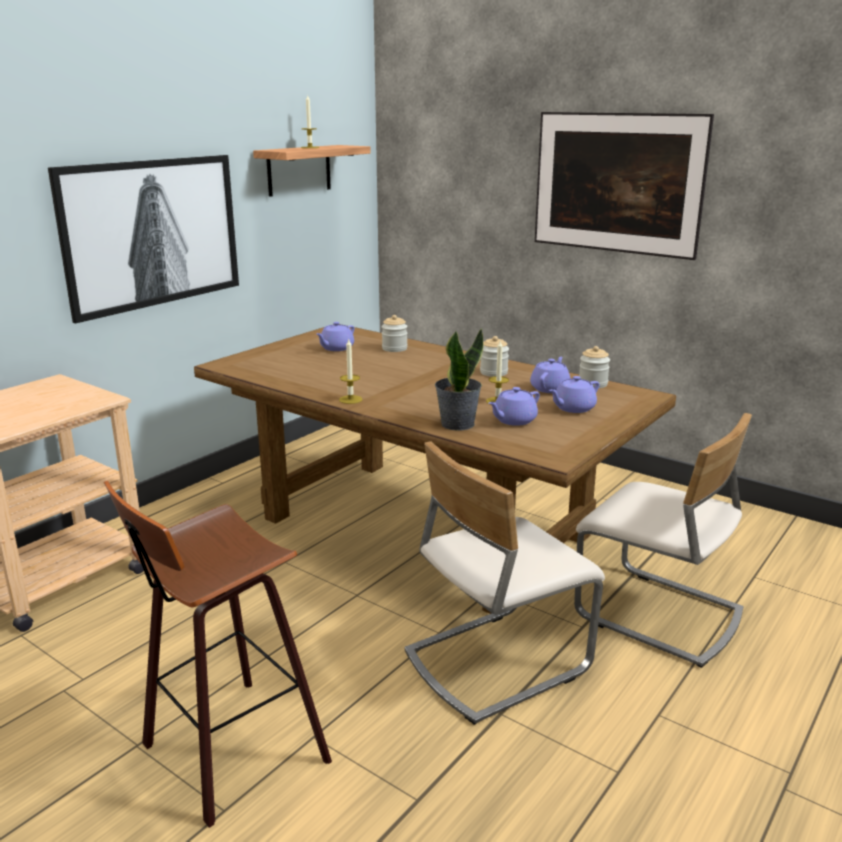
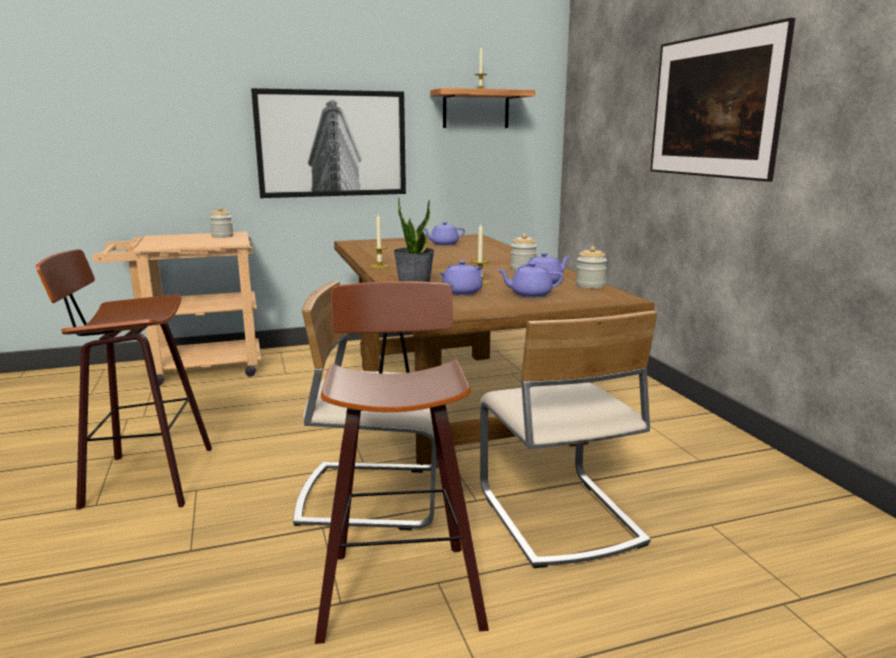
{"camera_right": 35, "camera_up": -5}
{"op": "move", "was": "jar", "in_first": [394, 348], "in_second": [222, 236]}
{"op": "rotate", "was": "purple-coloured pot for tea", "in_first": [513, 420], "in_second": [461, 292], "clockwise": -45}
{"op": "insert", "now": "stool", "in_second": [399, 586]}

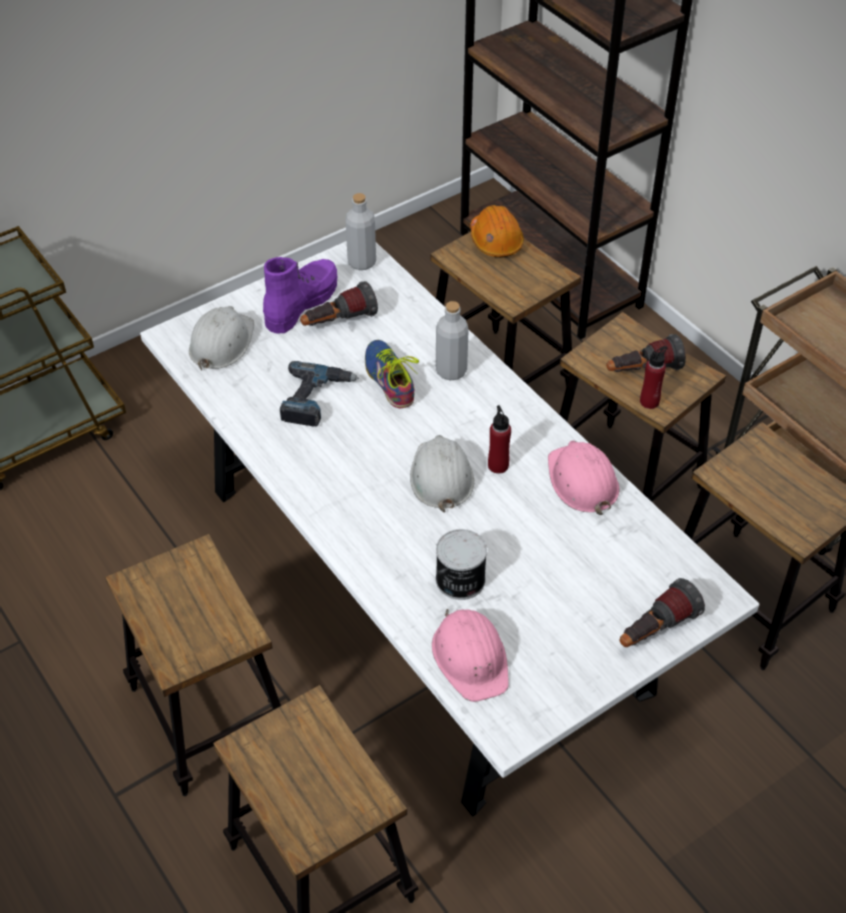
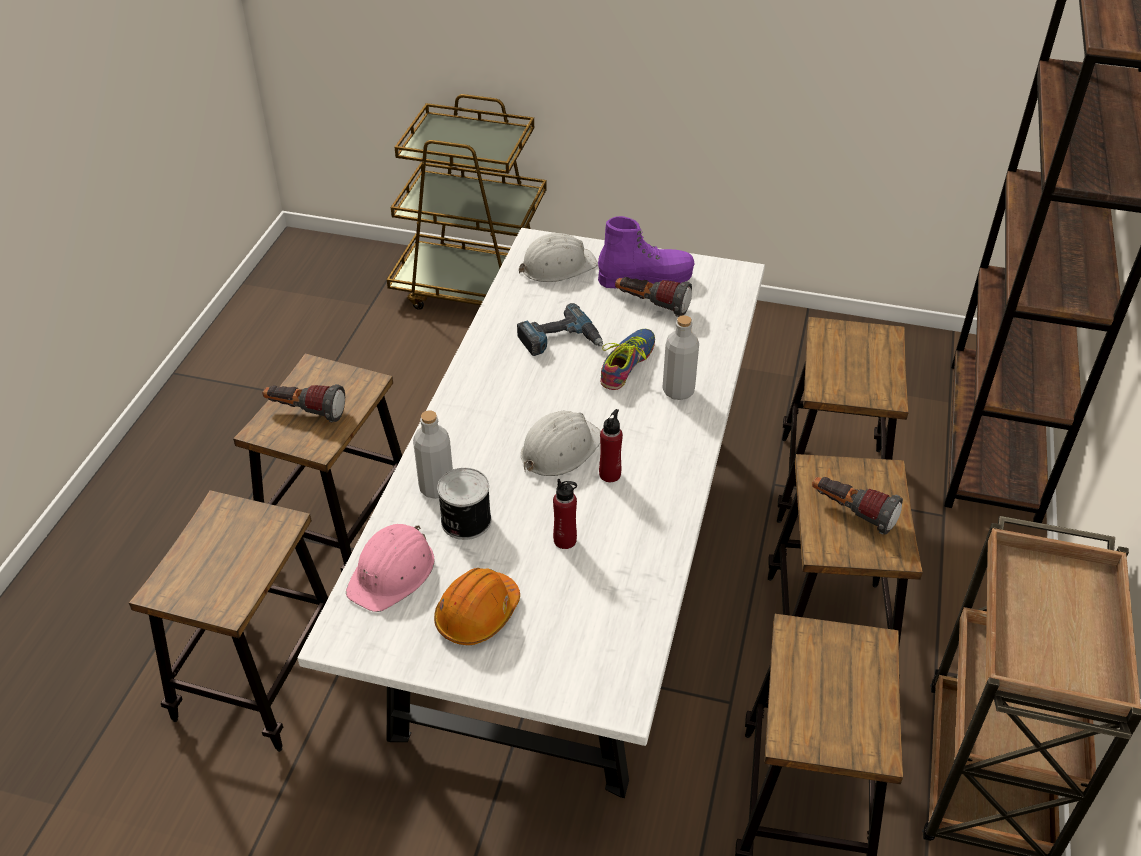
{"camera_right": 50, "camera_up": -5}
{"op": "move", "was": "gray bottle", "in_first": [362, 262], "in_second": [436, 488]}
{"op": "move", "was": "orangey hard hat", "in_first": [496, 241], "in_second": [477, 615]}
{"op": "delete", "was": "pink hard hat", "in_first": [582, 481]}
{"op": "move", "was": "flashlight", "in_first": [655, 630], "in_second": [305, 412]}
{"op": "move", "was": "reddish bottle", "in_first": [649, 401], "in_second": [565, 540]}

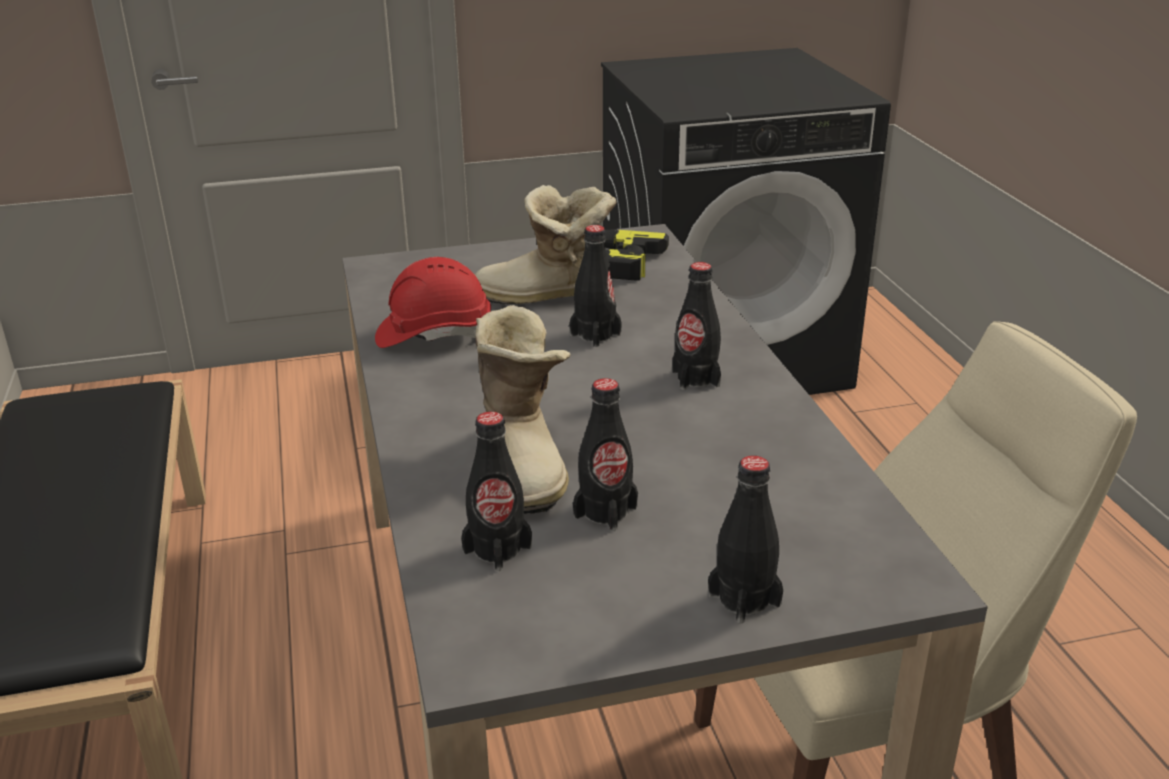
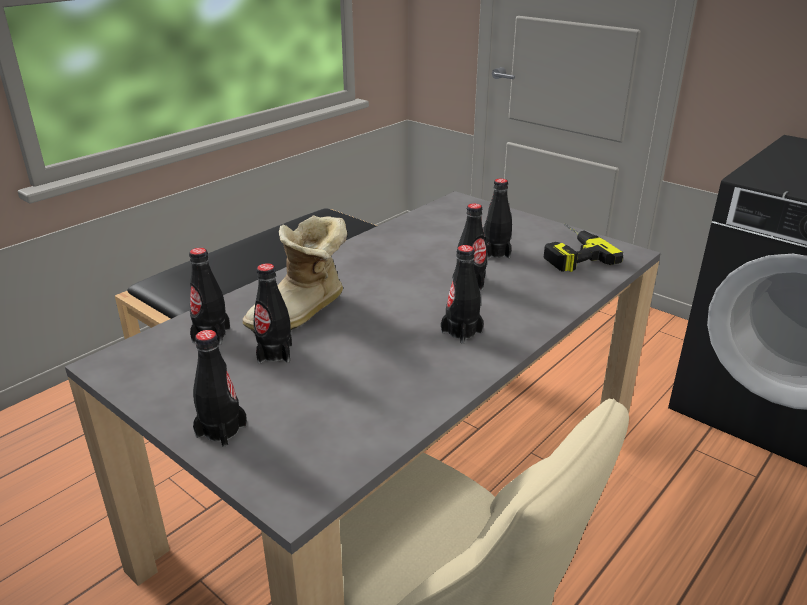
{"camera_right": 55, "camera_up": 0}
{"op": "delete", "was": "reddish hard hat", "in_first": [434, 334]}
{"op": "replace", "was": "tall boot", "now": "black-coloured bottle", "in_first": [546, 296], "in_second": [495, 253]}

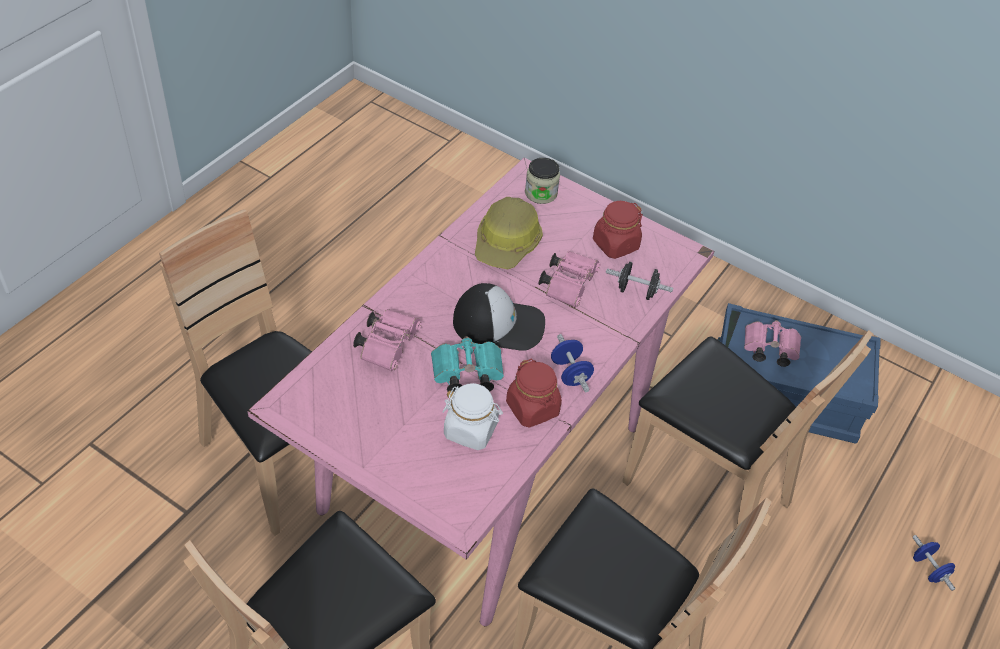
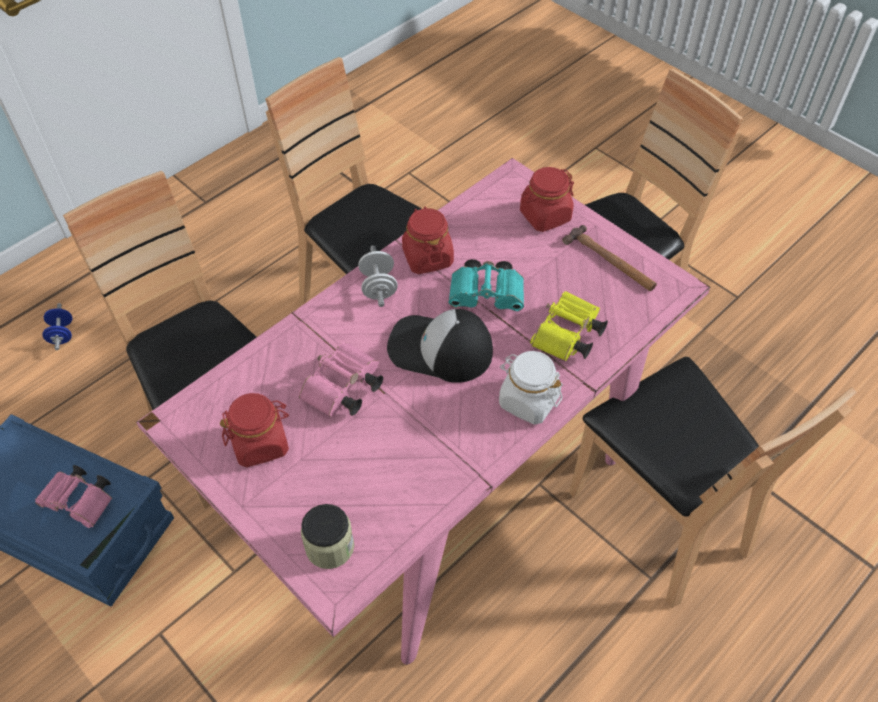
{"camera_right": -165, "camera_up": 5}
{"op": "recolor", "was": "pink binoculars", "now": "yellow-coloured binoculars", "in_first": [388, 345], "in_second": [567, 338]}
{"op": "move", "was": "white-coloured jar", "in_first": [471, 430], "in_second": [528, 401]}
{"op": "delete", "was": "hard hat", "in_first": [507, 244]}
{"op": "recolor", "was": "blue hand weight", "now": "white-coloured hand weight", "in_first": [570, 373], "in_second": [378, 287]}
{"op": "delete", "was": "black-coloured hand weight", "in_first": [636, 291]}
{"op": "insert", "now": "reddish jar", "in_second": [545, 216]}
{"op": "insert", "now": "hand hammer", "in_second": [610, 262]}

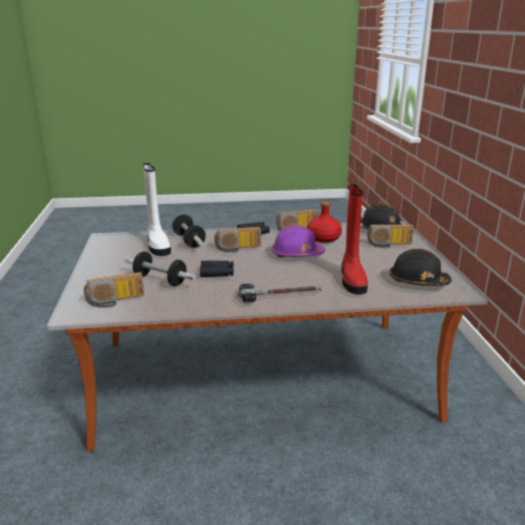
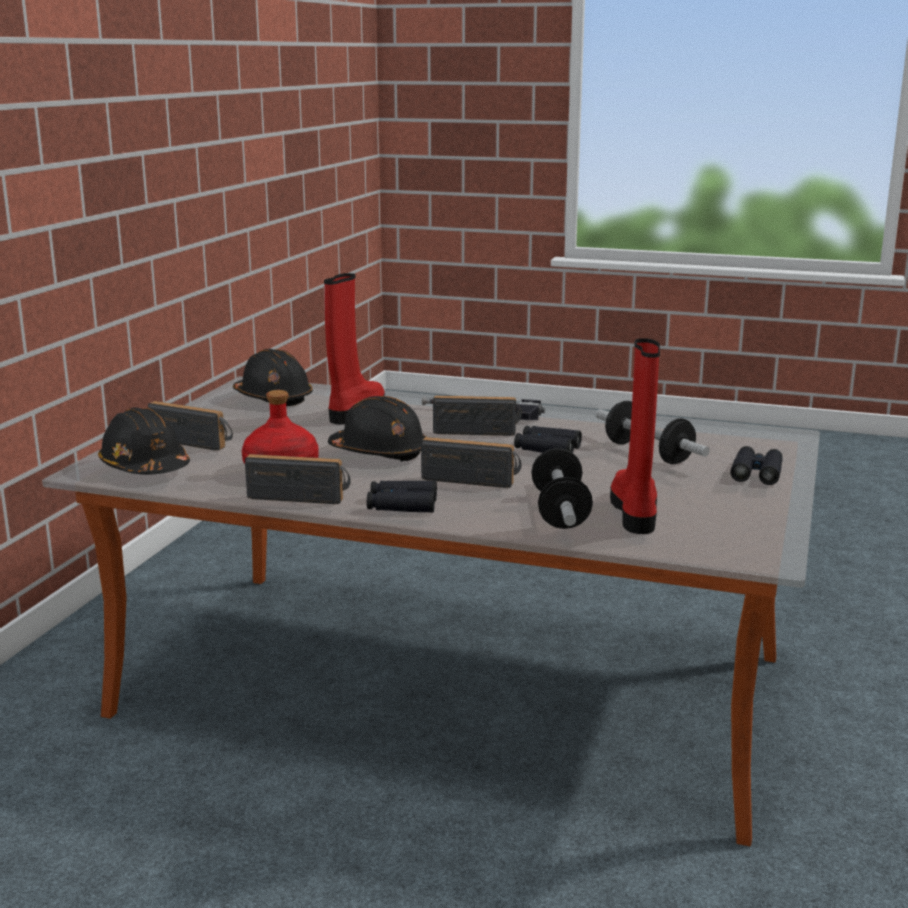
{"camera_right": -155, "camera_up": -5}
{"op": "move", "was": "radio", "in_first": [115, 301], "in_second": [477, 430]}
{"op": "recolor", "was": "white-coloured tall boot", "now": "reddish tall boot", "in_first": [157, 245], "in_second": [635, 512]}
{"op": "recolor", "was": "purple-coloured hard hat", "now": "black-coloured hard hat", "in_first": [297, 254], "in_second": [379, 452]}
{"op": "insert", "now": "black-coloured binoculars", "in_second": [756, 473]}

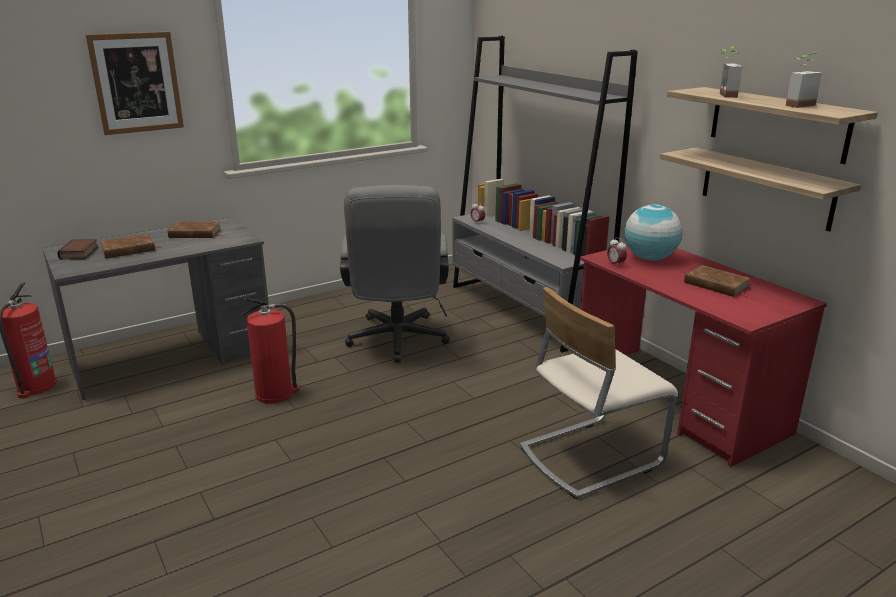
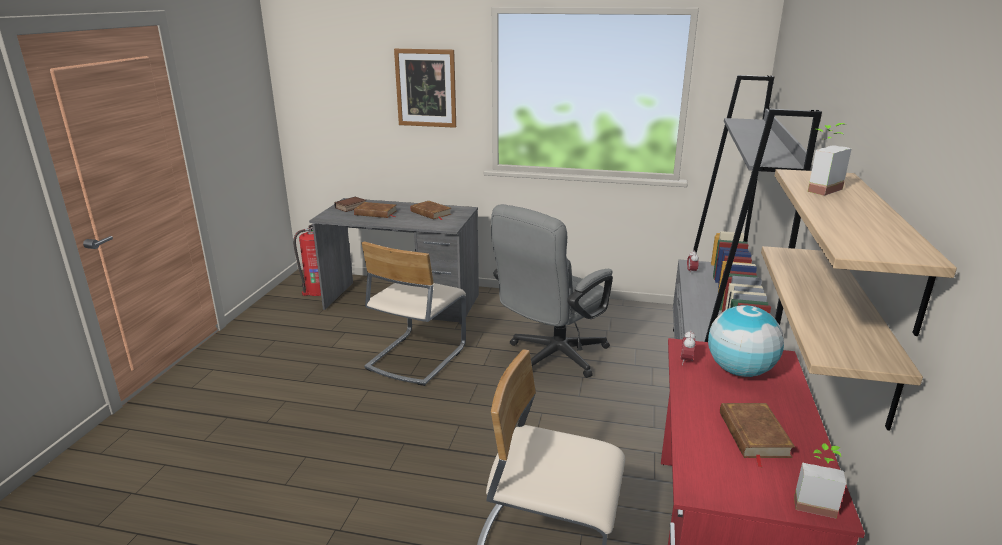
{"camera_right": 45, "camera_up": 0}
{"op": "replace", "was": "fire-fighting cylinder", "now": "sand-coloured upright chair", "in_first": [275, 394], "in_second": [415, 357]}
{"op": "move", "was": "potted plant", "in_first": [795, 105], "in_second": [814, 502]}

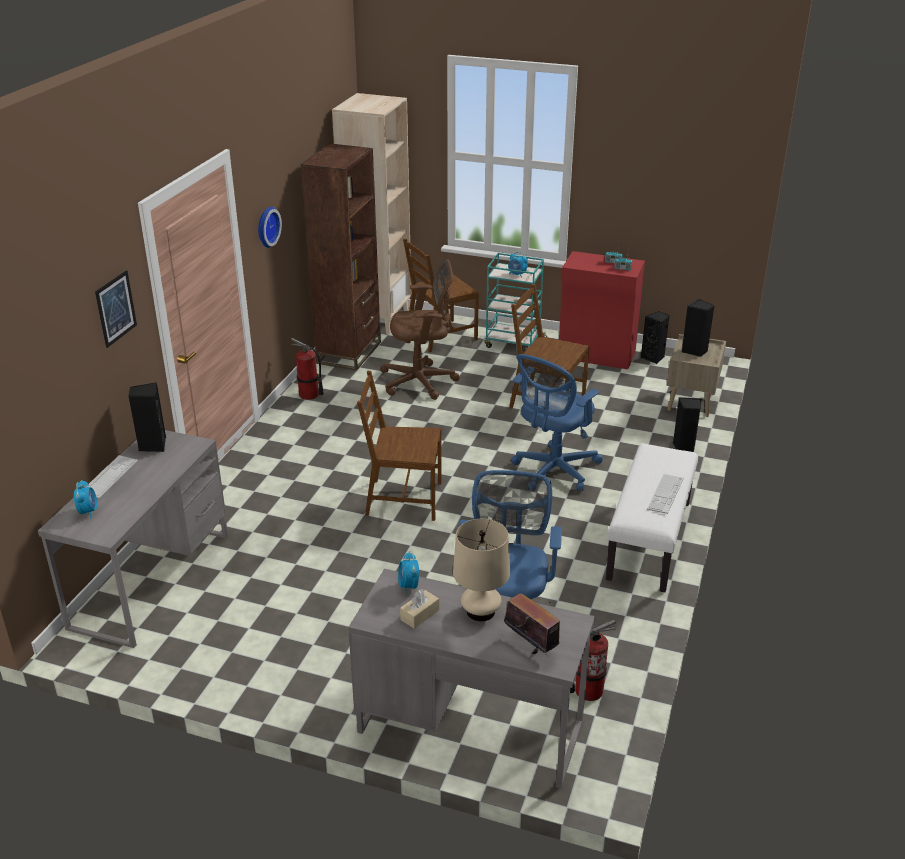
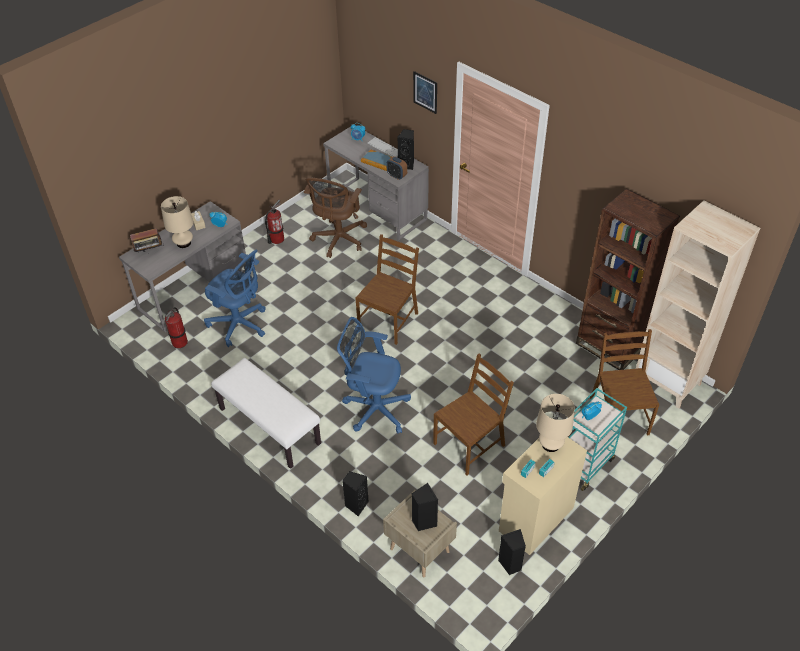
{"camera_right": 115, "camera_up": 15}
{"op": "delete", "was": "wall clock", "in_first": [266, 226]}
{"op": "move", "was": "fire-fighting cylinder", "in_first": [309, 395], "in_second": [276, 239]}
{"op": "move", "was": "brown computer chair", "in_first": [422, 382], "in_second": [338, 240]}
{"op": "rotate", "was": "blue computer chair", "in_first": [553, 471], "in_second": [374, 408], "clockwise": -45}
{"op": "recolor", "was": "reddish cabinet", "now": "sand-coloured cabinet", "in_first": [596, 355], "in_second": [535, 518]}
{"op": "delete", "was": "keyboard", "in_first": [665, 494]}
{"op": "insert", "now": "bound book", "in_second": [378, 161]}
{"op": "insert", "now": "table clock", "in_second": [396, 176]}
{"op": "insert", "now": "sand-coloured tabletop lamp", "in_second": [550, 444]}

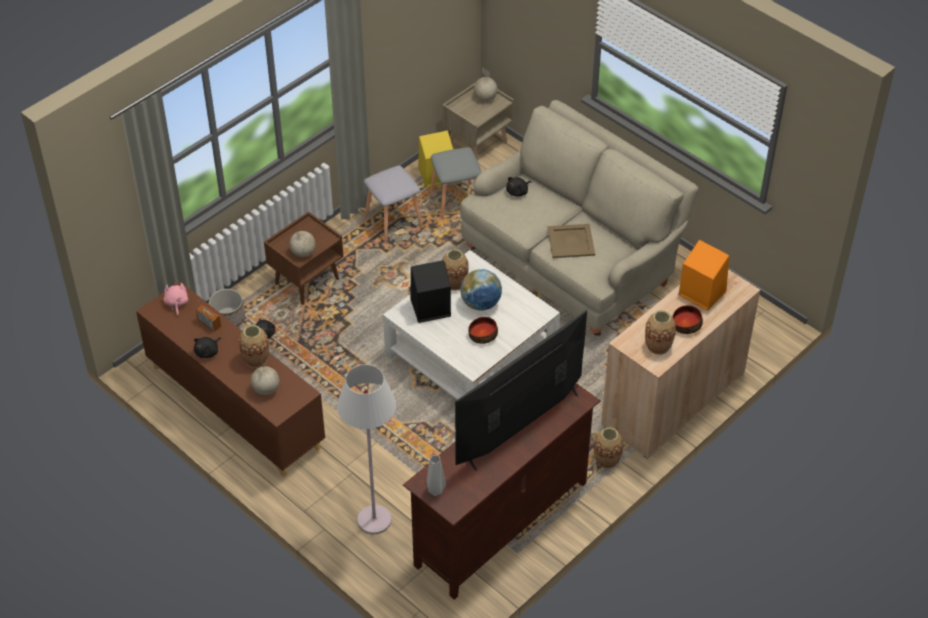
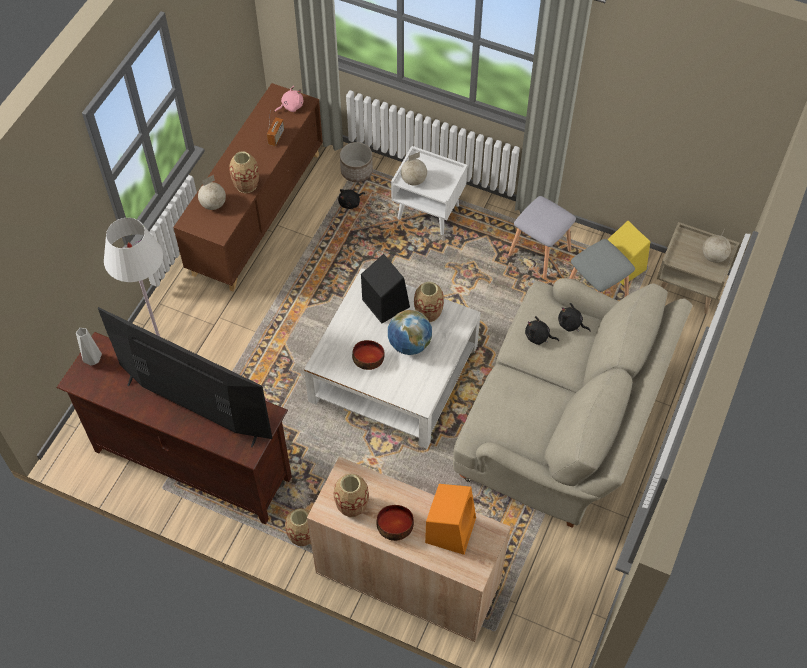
{"camera_right": 70, "camera_up": 10}
{"op": "move", "was": "black-coloured cuddly toy", "in_first": [208, 352], "in_second": [538, 337]}
{"op": "recolor", "was": "brown bedside table", "now": "white-coloured bedside table", "in_first": [307, 281], "in_second": [429, 212]}
{"op": "delete", "was": "sand-coloured serving tray", "in_first": [571, 241]}

